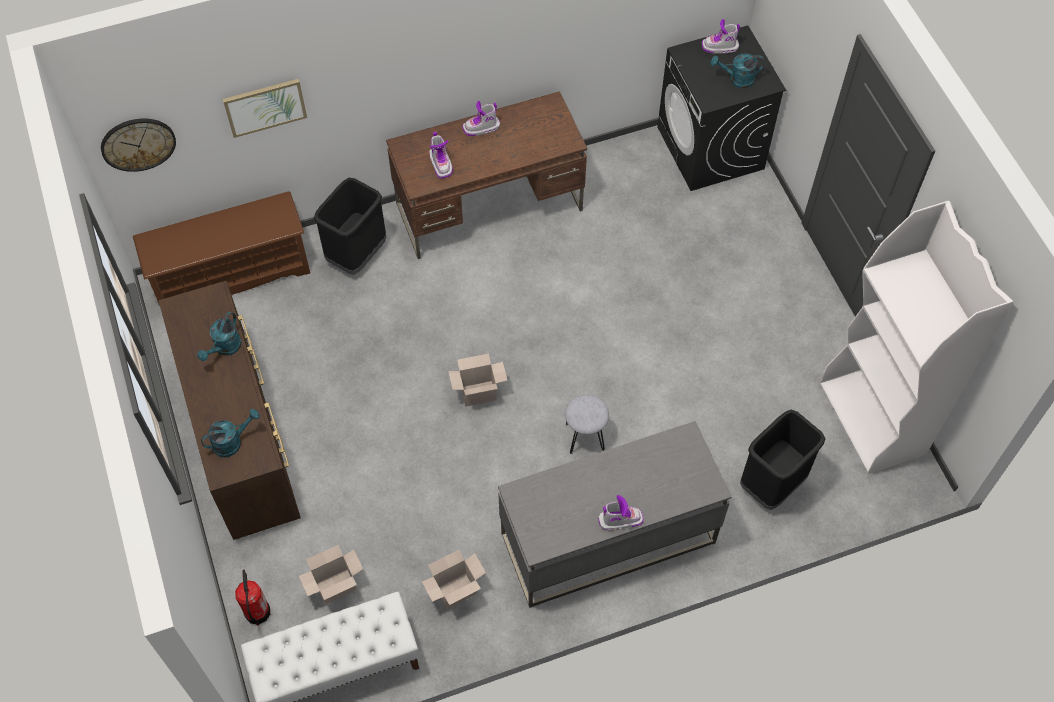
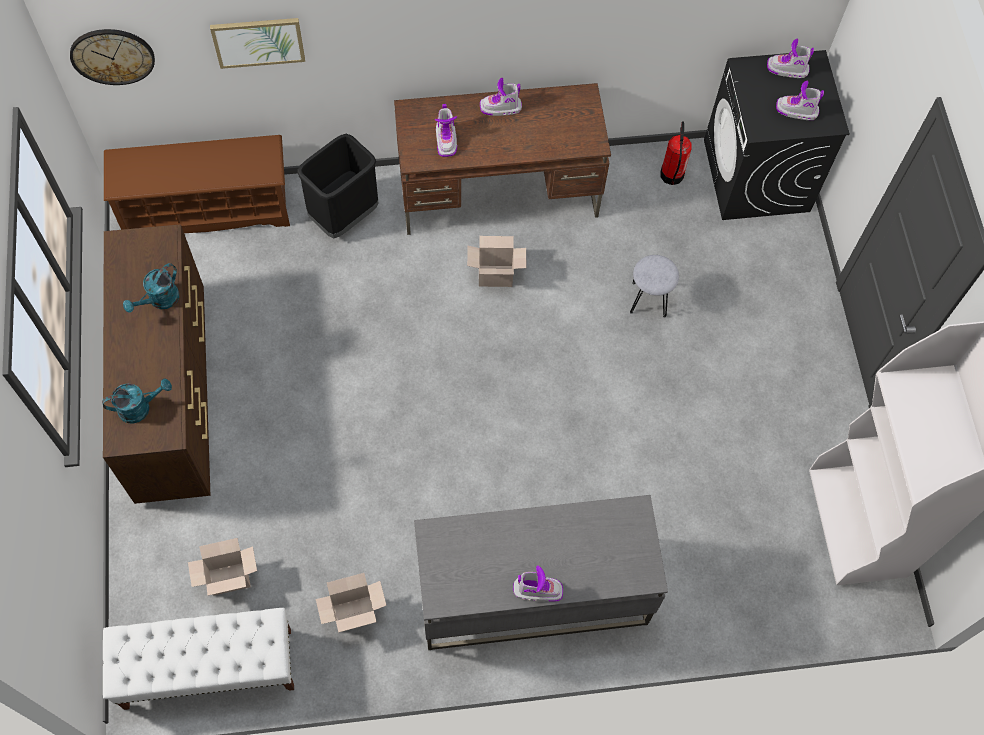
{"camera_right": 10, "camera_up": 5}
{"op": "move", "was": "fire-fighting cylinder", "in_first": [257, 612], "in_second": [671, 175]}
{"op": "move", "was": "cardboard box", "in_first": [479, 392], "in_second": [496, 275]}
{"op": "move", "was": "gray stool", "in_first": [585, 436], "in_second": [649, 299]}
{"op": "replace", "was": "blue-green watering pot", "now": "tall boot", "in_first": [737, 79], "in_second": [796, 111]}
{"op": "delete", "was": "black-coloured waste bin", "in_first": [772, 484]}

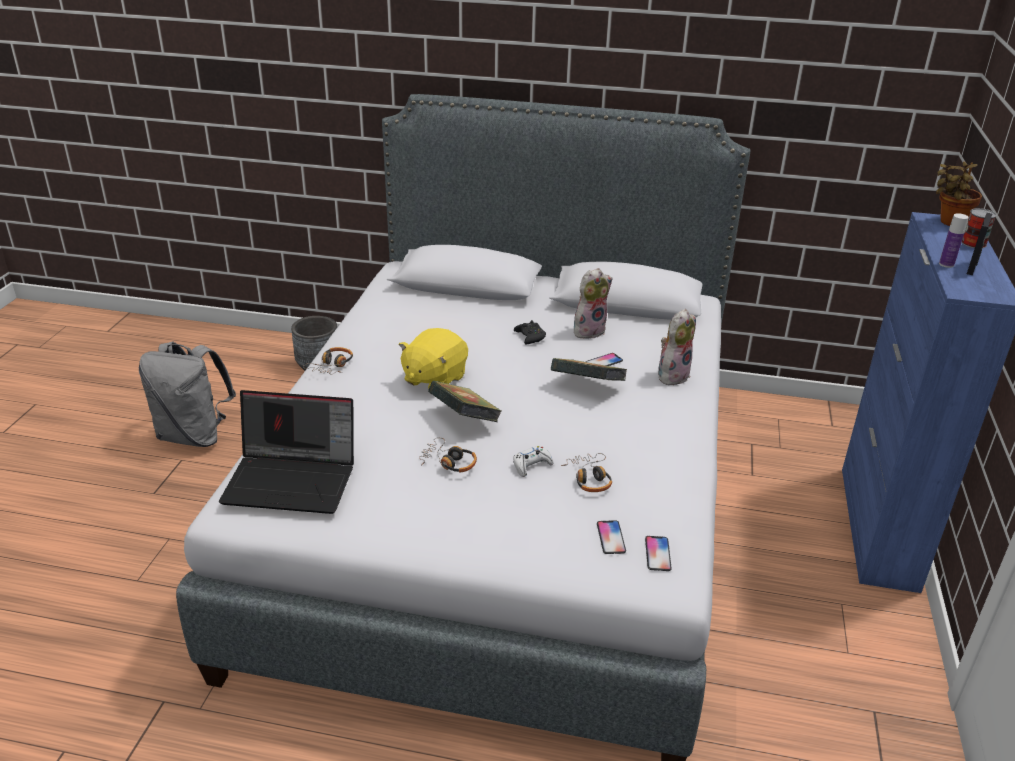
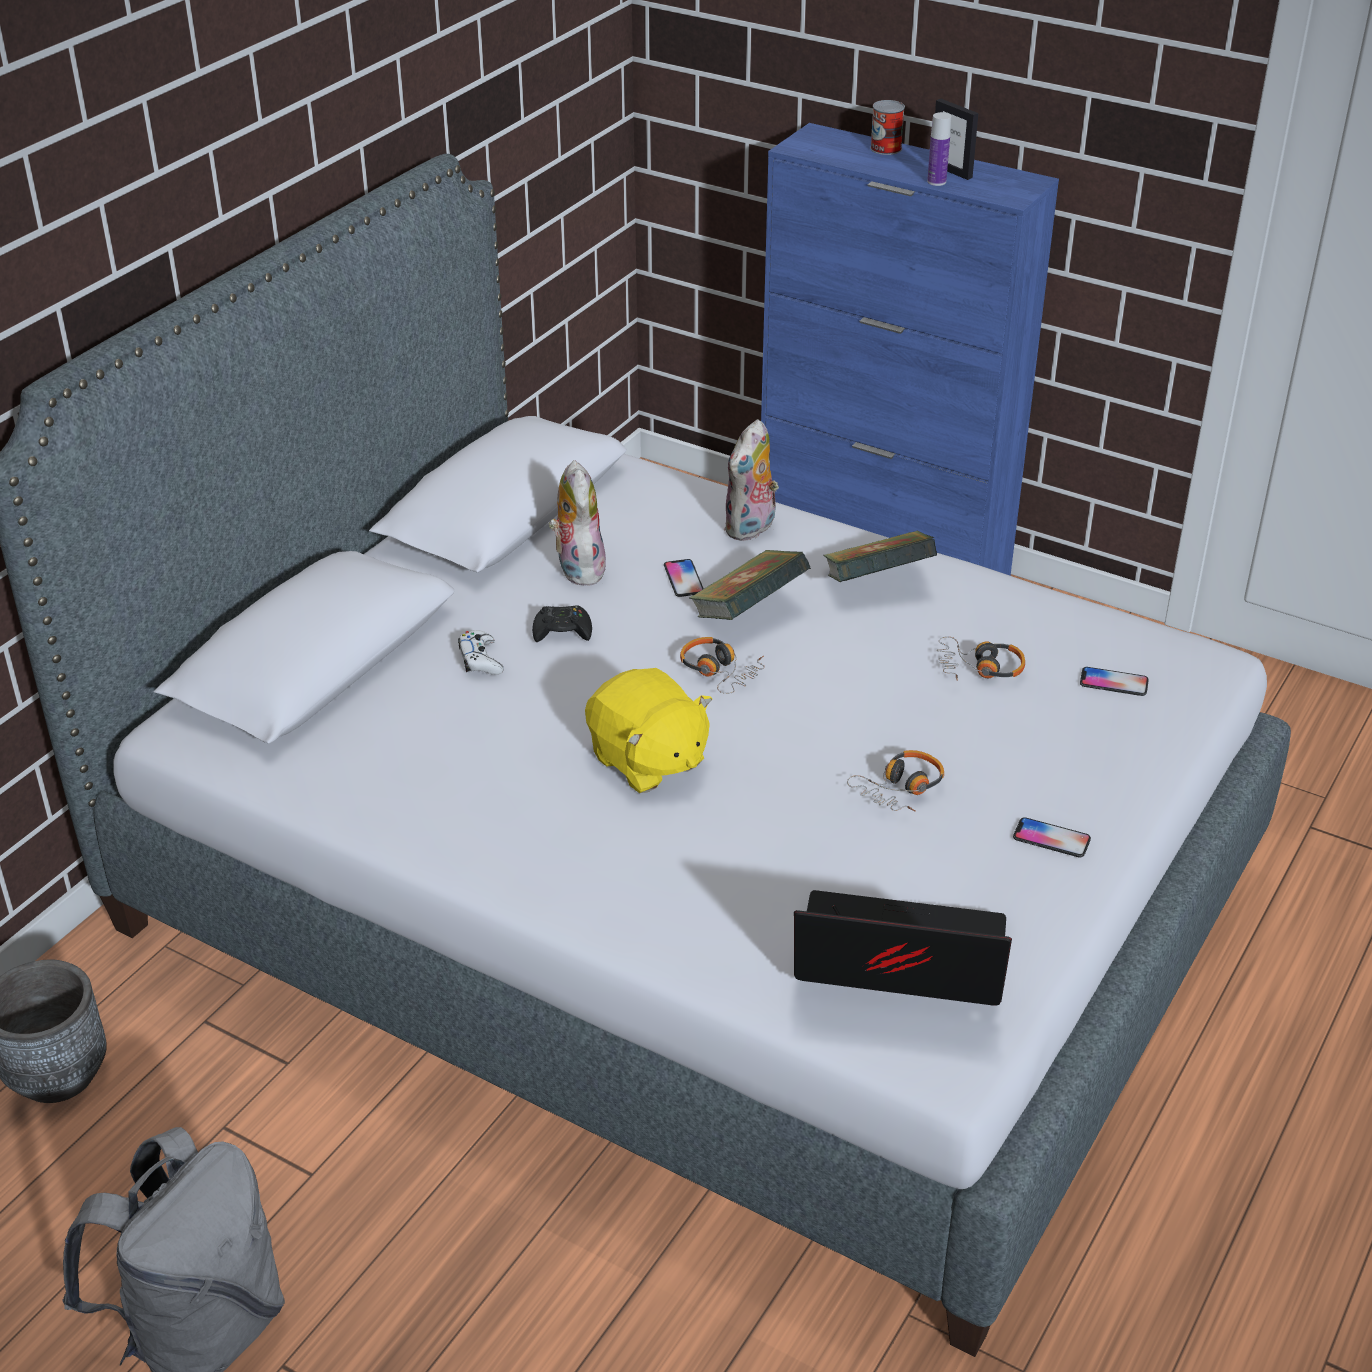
{"camera_right": -70, "camera_up": 5}
{"op": "rotate", "was": "portable computer", "in_first": [293, 480], "in_second": [896, 965], "clockwise": -105}
{"op": "move", "was": "pair of headphones", "in_first": [332, 366], "in_second": [720, 671]}
{"op": "move", "was": "bound book", "in_first": [464, 419], "in_second": [877, 584]}
{"op": "move", "was": "white-coloured game controller", "in_first": [531, 465], "in_second": [480, 660]}
{"op": "move", "was": "phone", "in_first": [657, 554], "in_second": [1051, 839]}
{"op": "rotate", "was": "cuddly toy", "in_first": [672, 375], "in_second": [751, 529], "clockwise": -120}
{"op": "delete", "was": "potted plant", "in_first": [949, 222]}

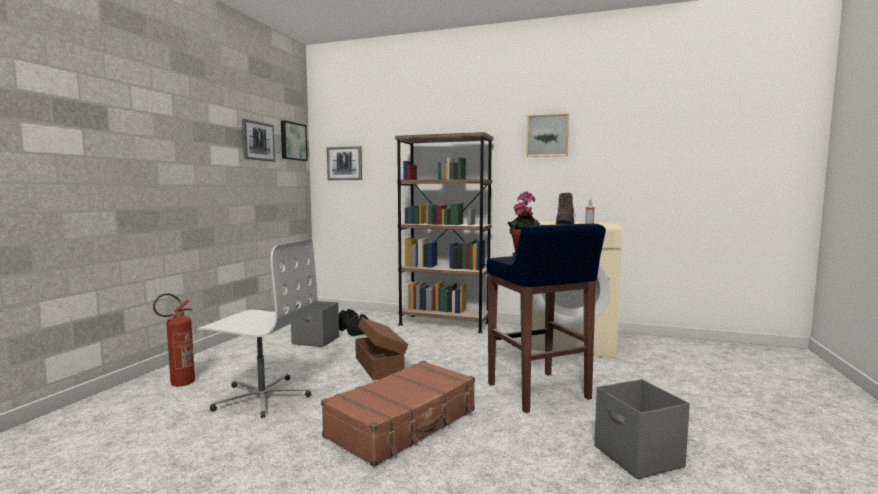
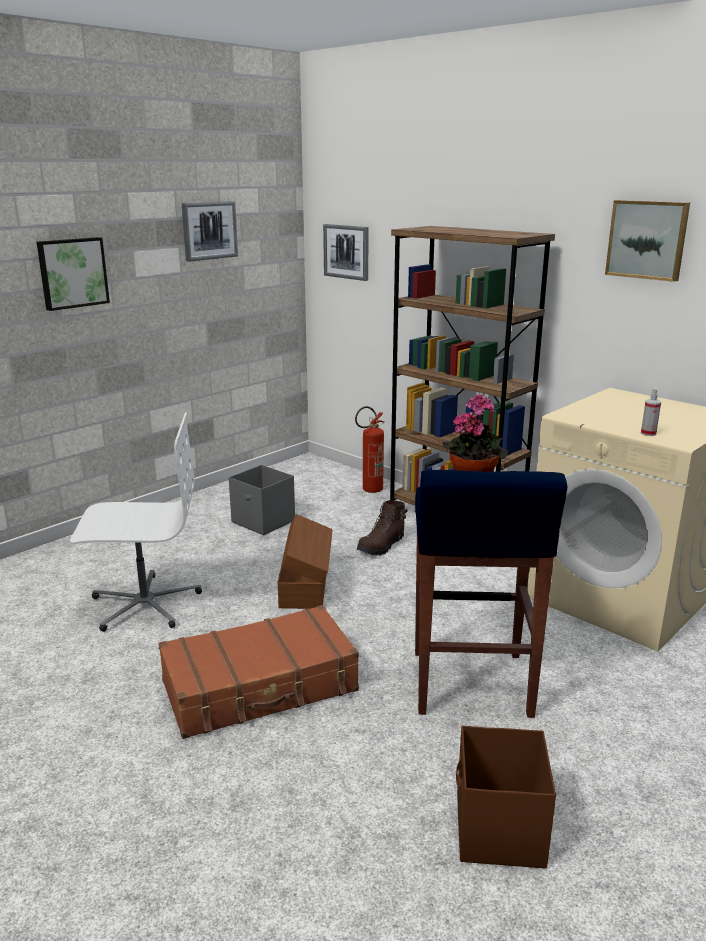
{"camera_right": 25, "camera_up": 15}
{"op": "move", "was": "fire-fighting cylinder", "in_first": [178, 384], "in_second": [369, 490]}
{"op": "rotate", "was": "white-coloured computer chair", "in_first": [262, 397], "in_second": [144, 604], "clockwise": -45}
{"op": "move", "was": "wall picture", "in_first": [292, 141], "in_second": [72, 273]}
{"op": "delete", "was": "black-coloured hand weight", "in_first": [353, 331]}
{"op": "move", "was": "brown tall boot", "in_first": [565, 224], "in_second": [382, 546]}
{"op": "recolor", "was": "gray storage box", "now": "brown storage box", "in_first": [638, 457], "in_second": [498, 831]}

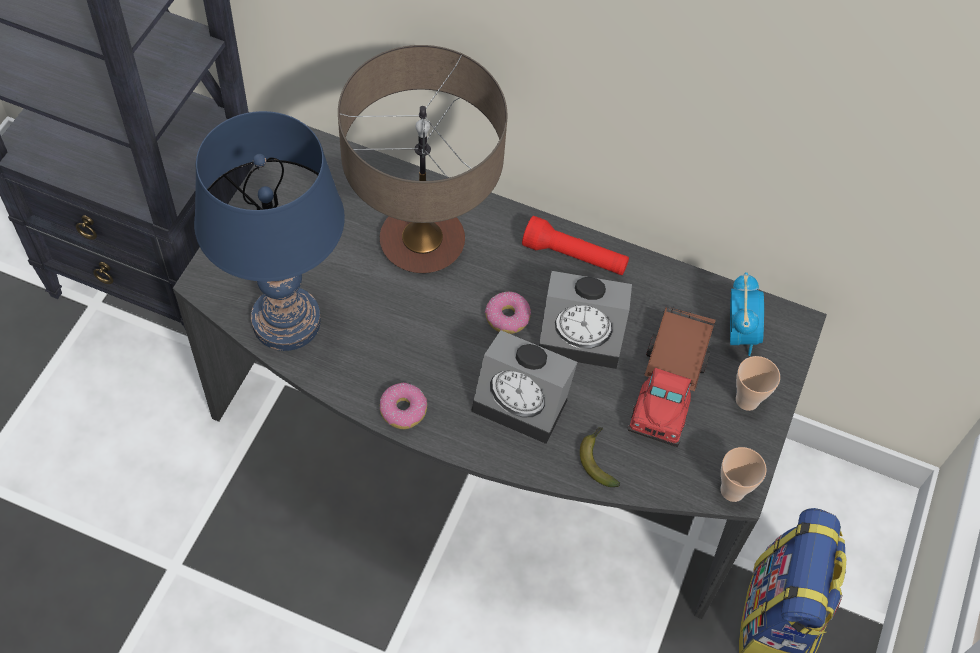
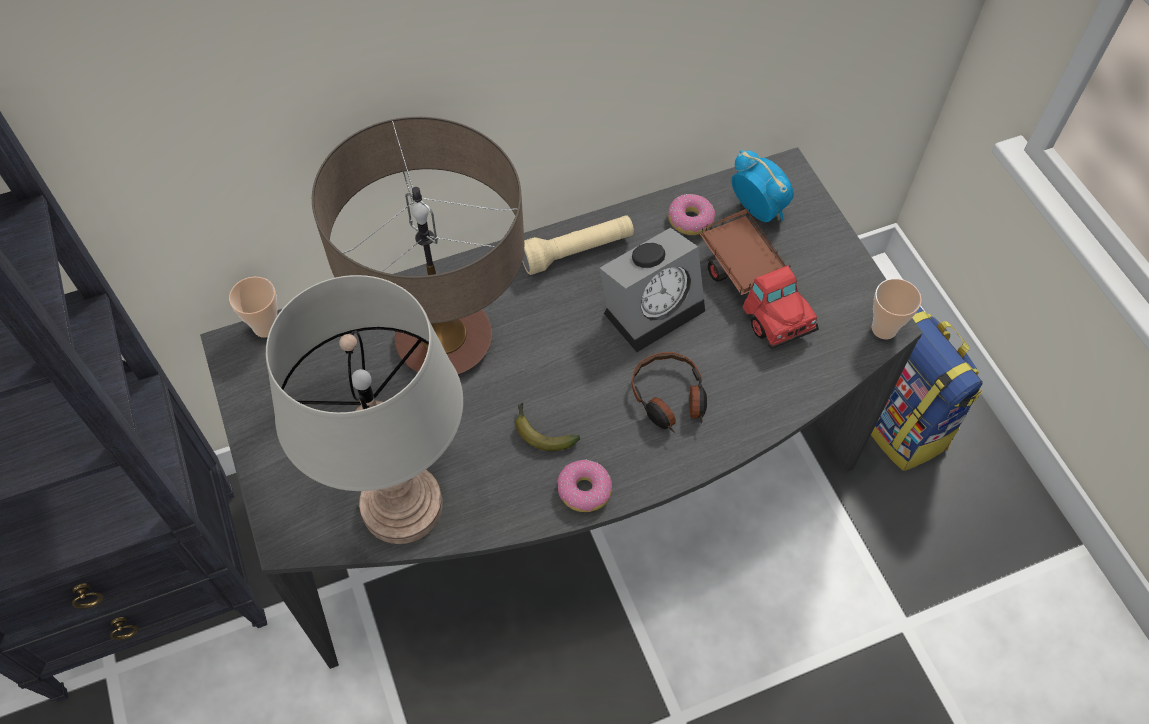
{"camera_right": -40, "camera_up": 0}
{"op": "recolor", "was": "blue tabletop lamp", "now": "gray tabletop lamp", "in_first": [286, 322], "in_second": [402, 506]}
{"op": "replace", "was": "table clock", "now": "pair of headphones", "in_first": [524, 403], "in_second": [669, 398]}
{"op": "move", "was": "donut", "in_first": [507, 317], "in_second": [691, 220]}
{"op": "recolor", "was": "reddish flashlight", "now": "sand-coloured flashlight", "in_first": [574, 257], "in_second": [577, 252]}
{"op": "move", "was": "whole banana", "in_first": [598, 459], "in_second": [541, 432]}
{"op": "move", "was": "cup", "in_first": [747, 400], "in_second": [266, 327]}

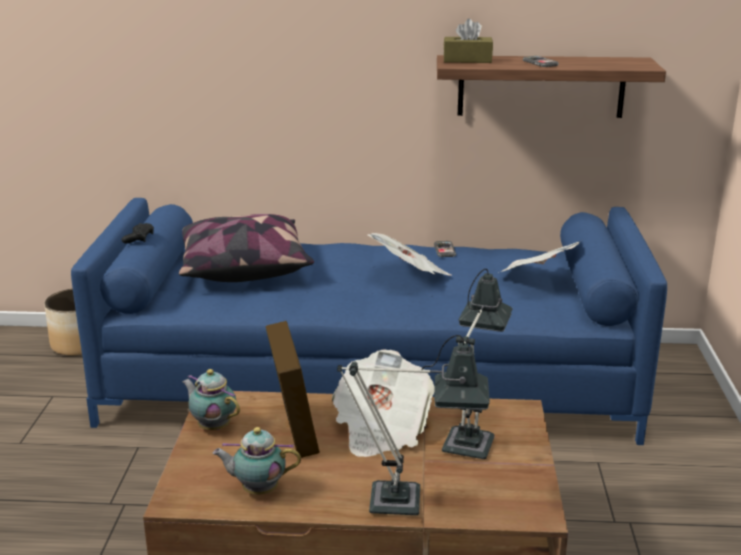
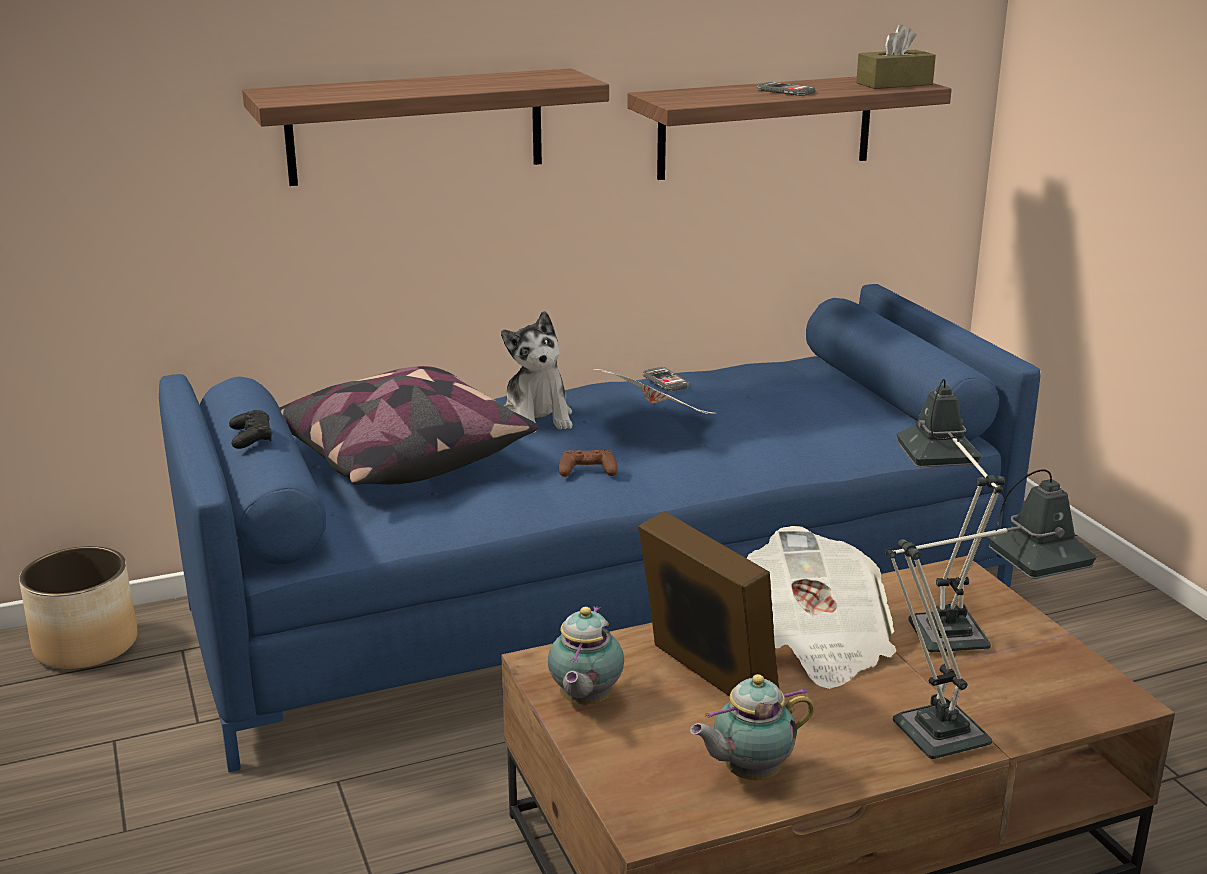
{"camera_right": -25, "camera_up": 0}
{"op": "rotate", "was": "pot for tea", "in_first": [213, 426], "in_second": [584, 702], "clockwise": -90}
{"op": "move", "was": "brown tissue box", "in_first": [467, 60], "in_second": [894, 84]}
{"op": "delete", "was": "daily paper", "in_first": [536, 277]}
{"op": "insert", "now": "bracket shelf", "in_second": [416, 126]}
{"op": "insert", "now": "cuddly toy", "in_second": [537, 417]}
{"op": "insert", "now": "brown game controller", "in_second": [588, 470]}

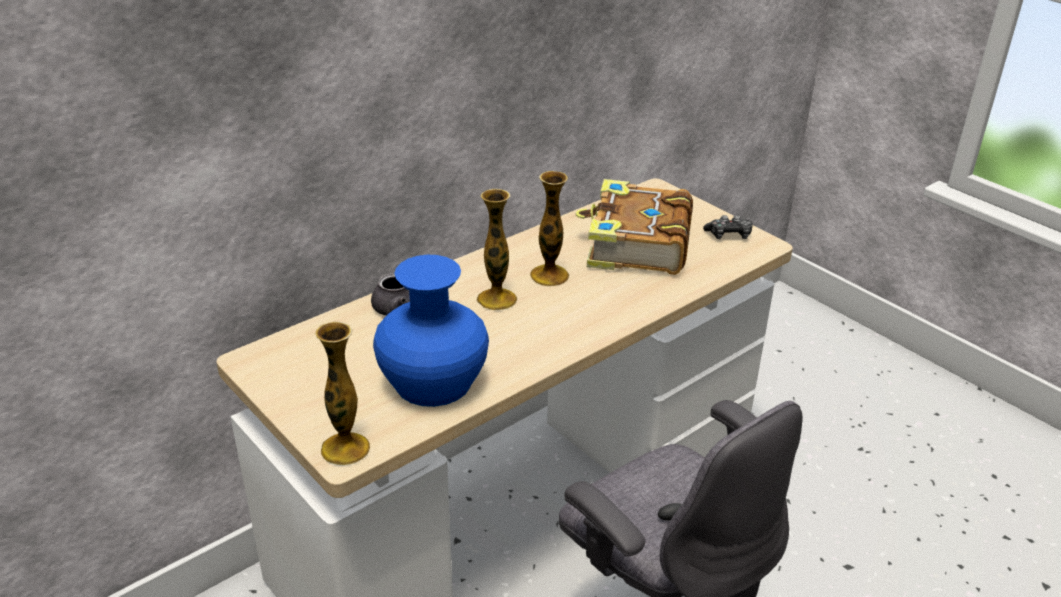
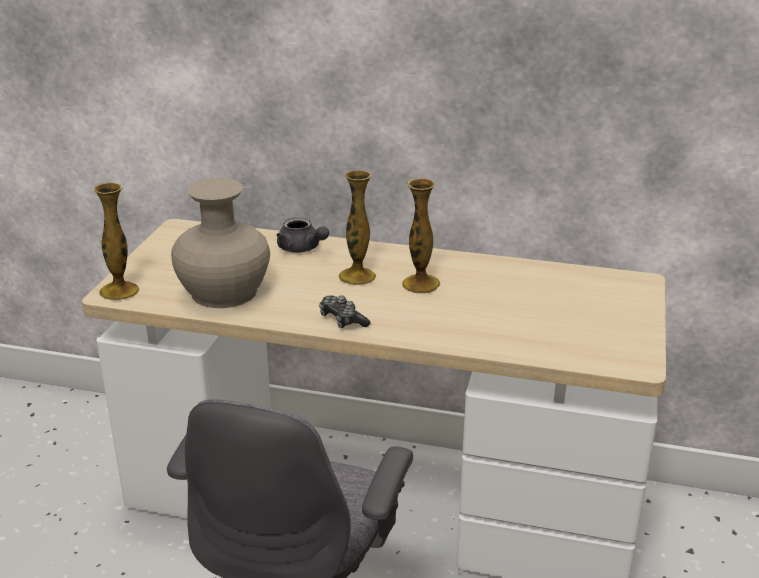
{"camera_right": 55, "camera_up": -5}
{"op": "recolor", "was": "blue vase", "now": "sand-coloured vase", "in_first": [433, 381], "in_second": [224, 291]}
{"op": "delete", "was": "bound book", "in_first": [636, 245]}
{"op": "move", "was": "game controller", "in_first": [729, 235], "in_second": [342, 320]}

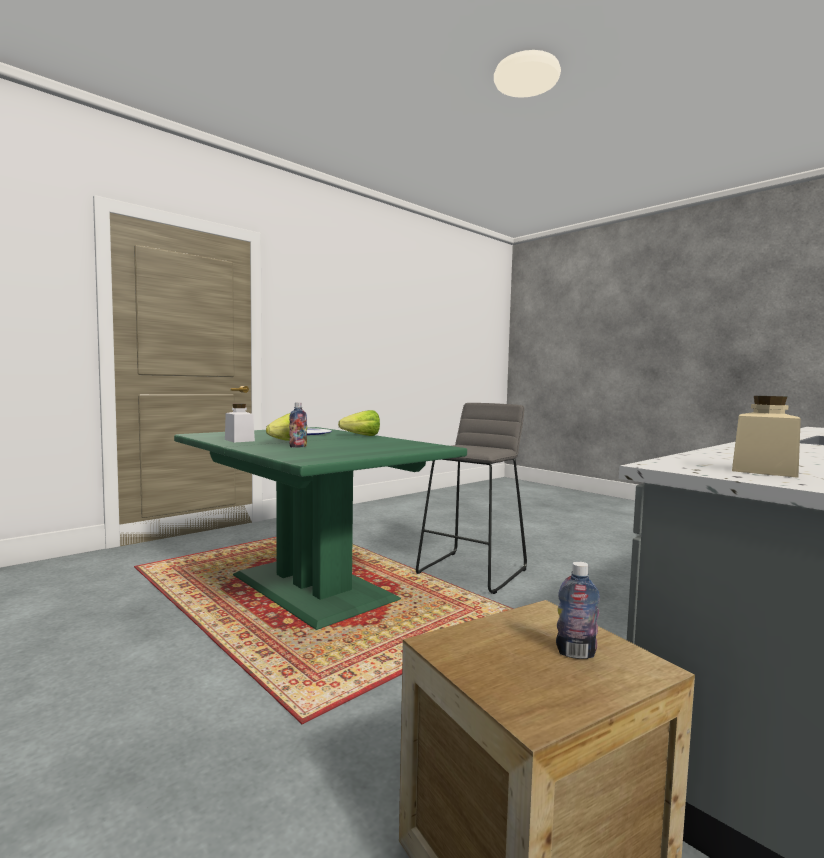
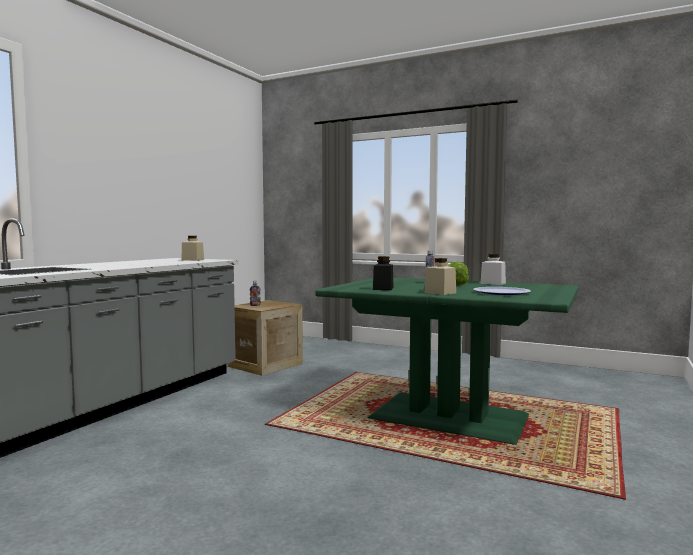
{"camera_right": 160, "camera_up": 0}
{"op": "replace", "was": "head of lettuce", "now": "sand-coloured jar", "in_first": [358, 436], "in_second": [440, 293]}
{"op": "delete", "was": "gray stool", "in_first": [472, 571]}
{"op": "insert", "now": "black-coloured jar", "in_second": [383, 288]}

